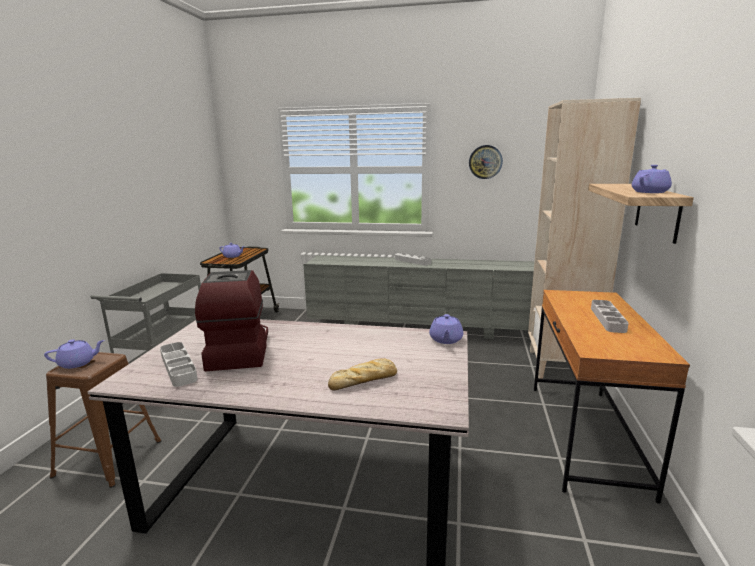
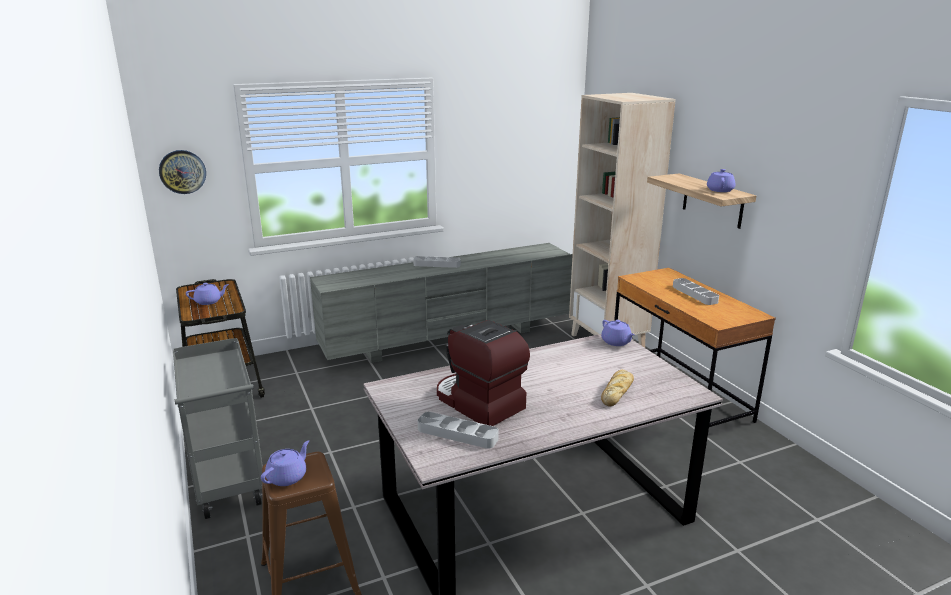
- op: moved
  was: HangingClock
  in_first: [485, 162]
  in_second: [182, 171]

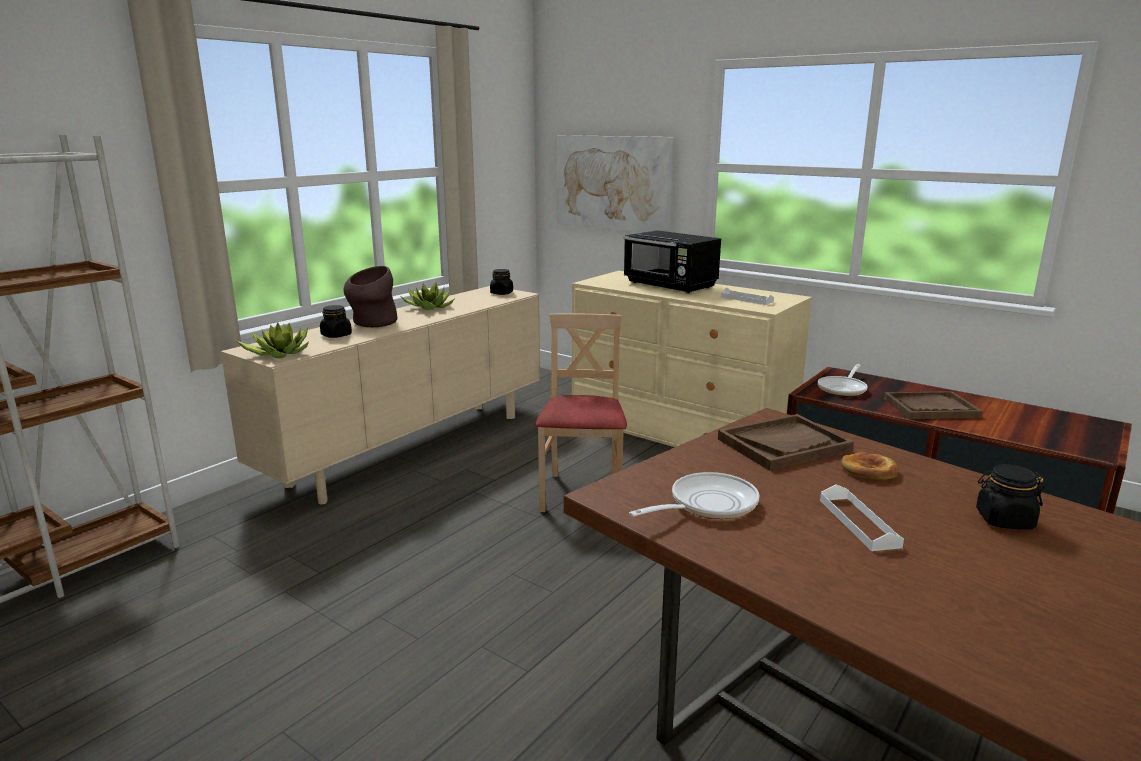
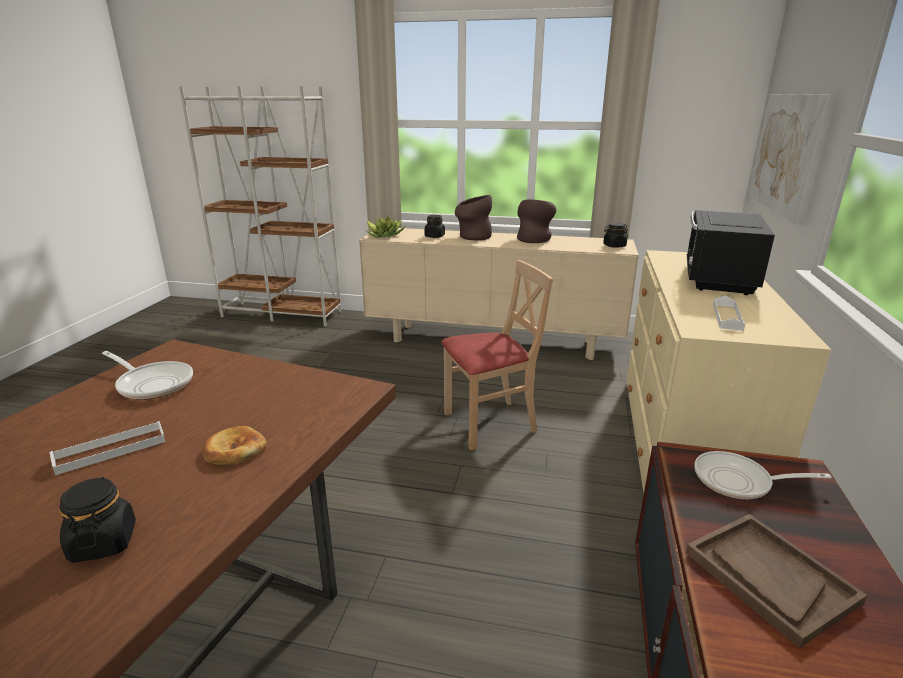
- op: replaced
  was: PottedPlant
  now: BrownishVase
  in_first: [429, 307]
  in_second: [534, 239]
- op: removed
  was: BrownishServingTray
  in_first: [784, 445]

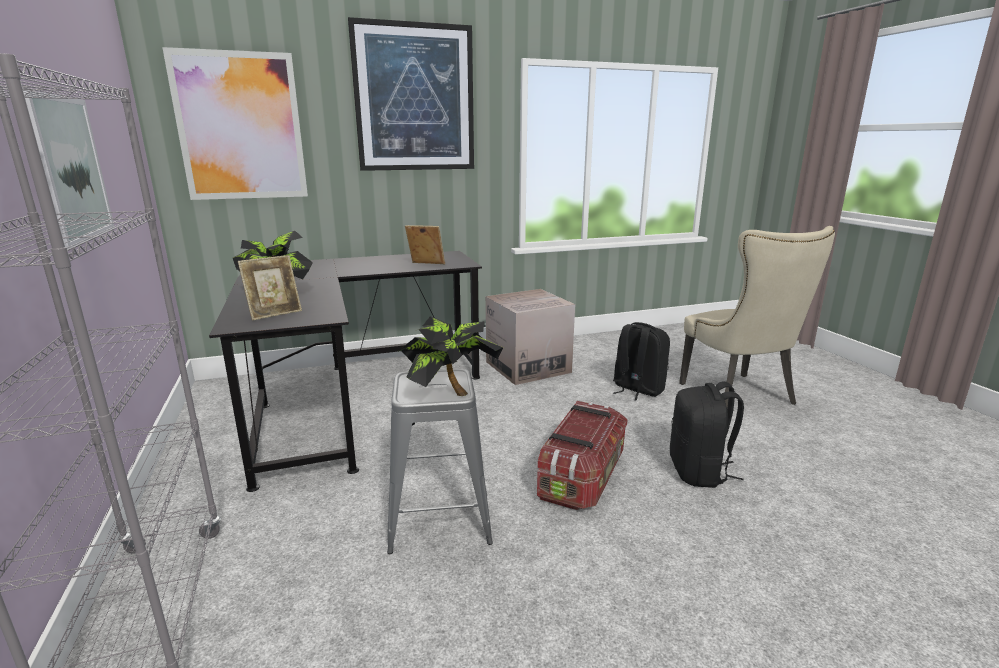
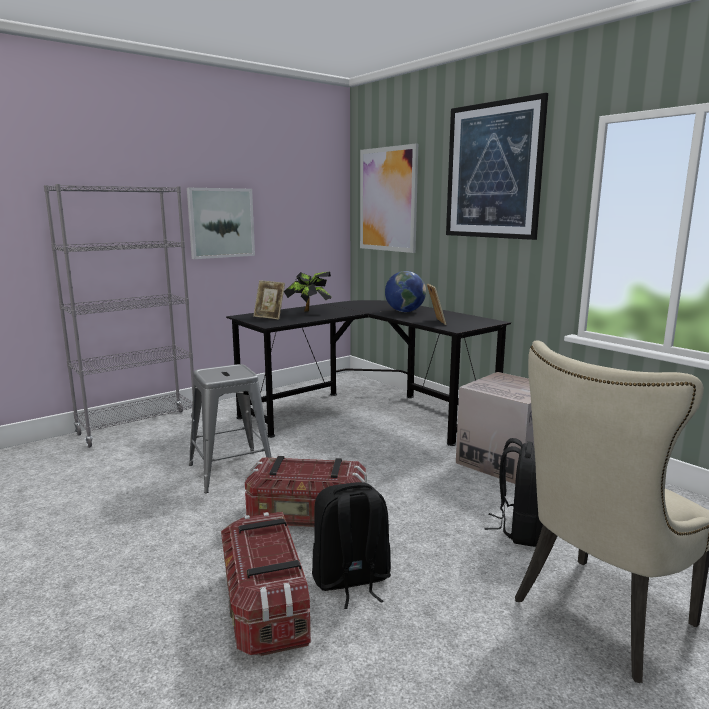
- op: added
  now: StorageContainer
  in_second: [265, 607]
- op: added
  now: Globe
  in_second: [404, 311]
- op: removed
  was: PottedPlant
  in_first: [449, 394]

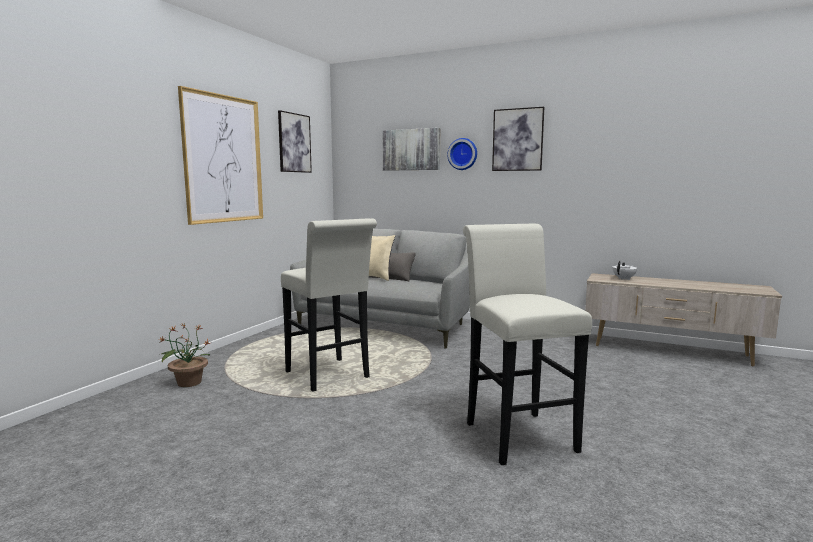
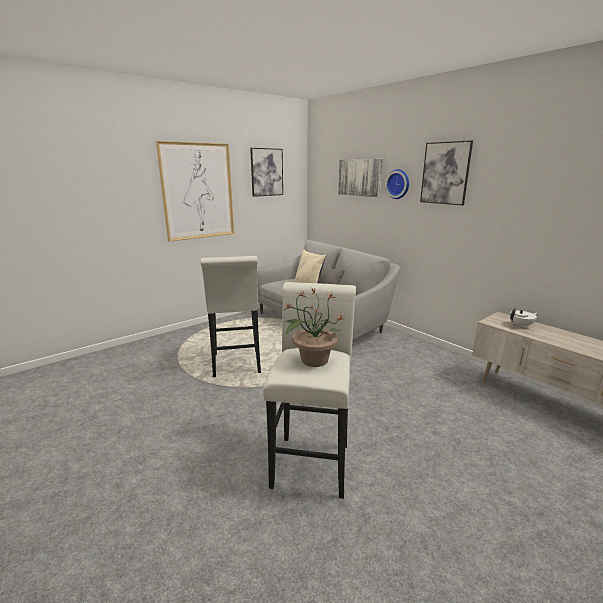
- op: moved
  was: PottedPlant
  in_first: [188, 382]
  in_second: [313, 360]

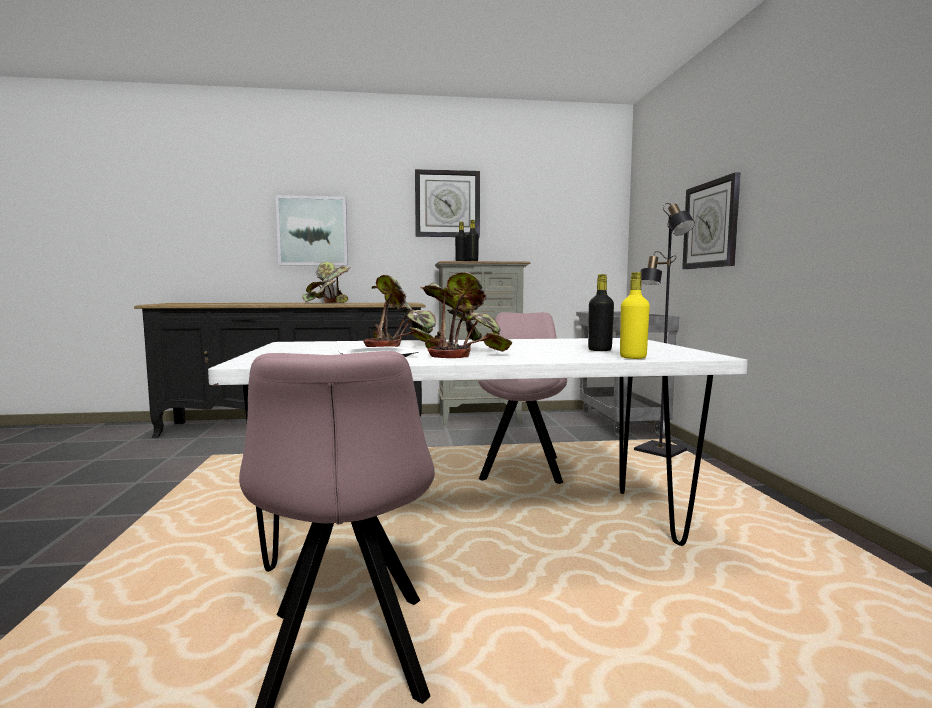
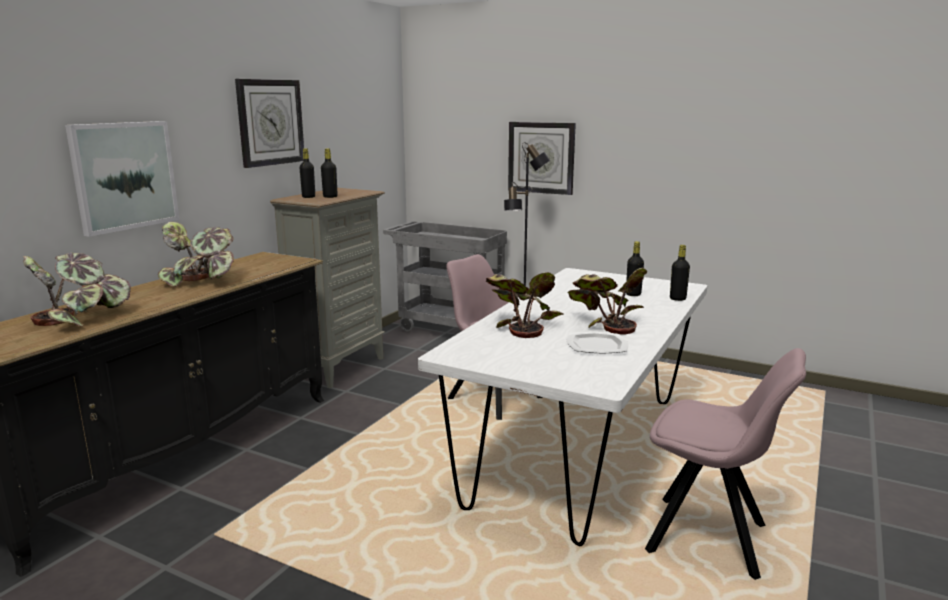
- op: added
  now: PottedPlant
  in_second: [81, 318]
- op: recoloured
  was: YellowBottle
  now: BlackBottle
  in_first: [633, 357]
  in_second: [677, 299]

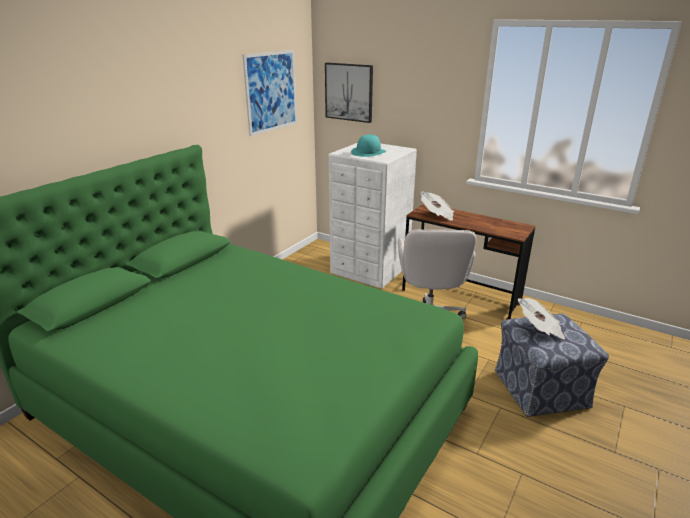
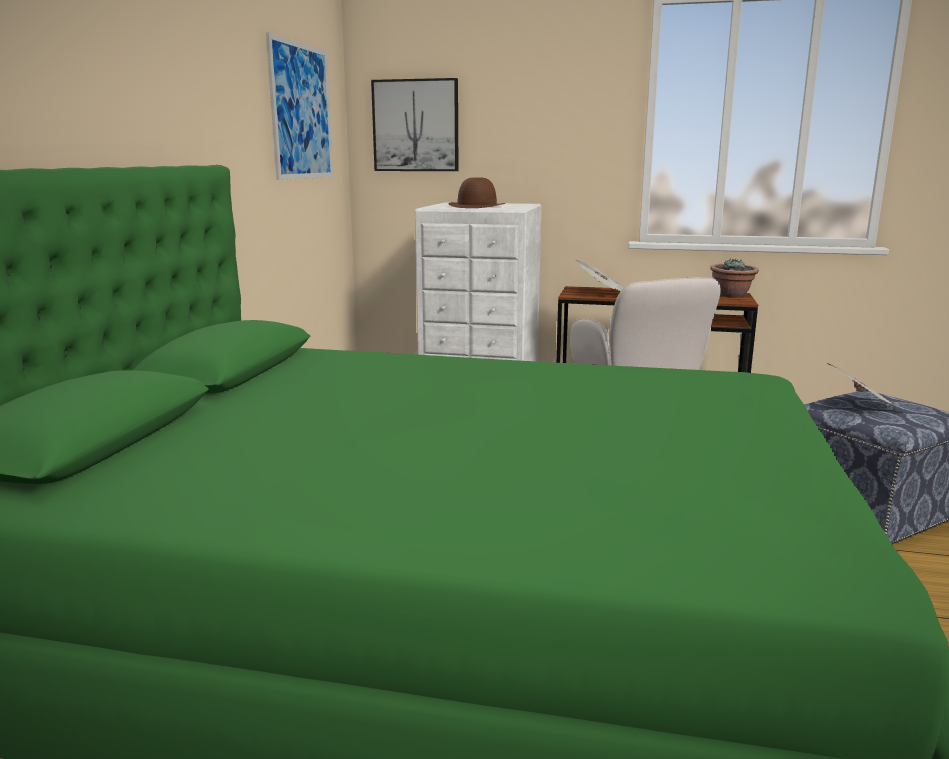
- op: recoloured
  was: BlueGreenClothingHat
  now: BrownishClothingHat
  in_first: [368, 152]
  in_second: [477, 206]
- op: added
  now: PottedPlant
  in_second: [731, 296]

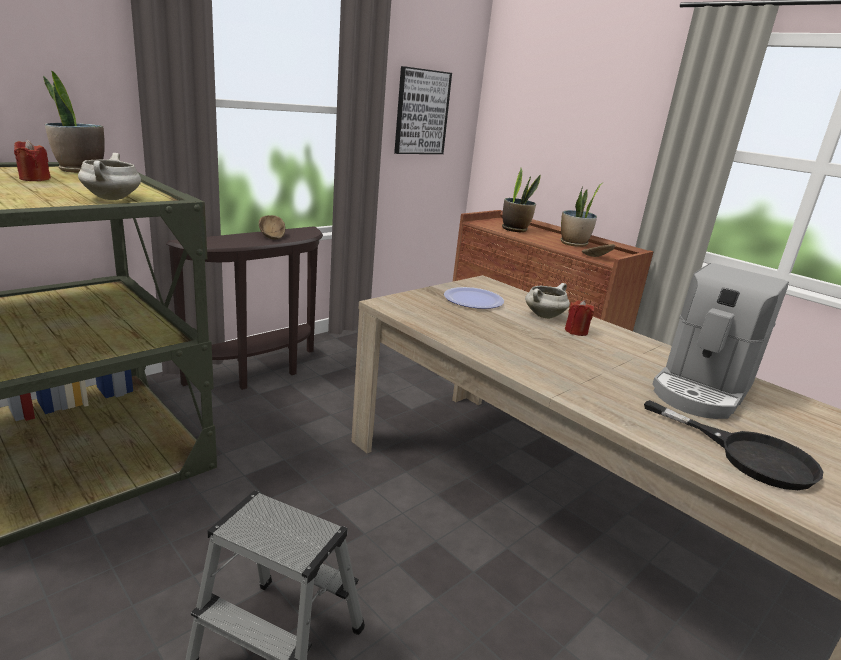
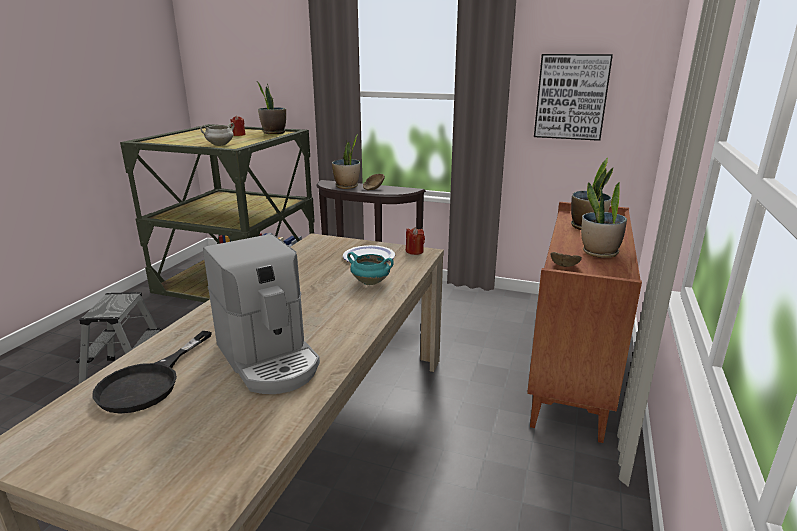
- op: turned
  was: CoffeeBrewer
  in_first: [701, 390]
  in_second: [269, 359]
  clockwise: -135
- op: added
  now: PottedPlant
  in_second: [347, 186]
- op: recoloured
  was: WhiteSaucepot
  now: BlueGreenSaucepot
  in_first: [544, 315]
  in_second: [371, 282]
- op: moved
  was: RedWaxCandle
  in_first: [576, 331]
  in_second: [414, 251]

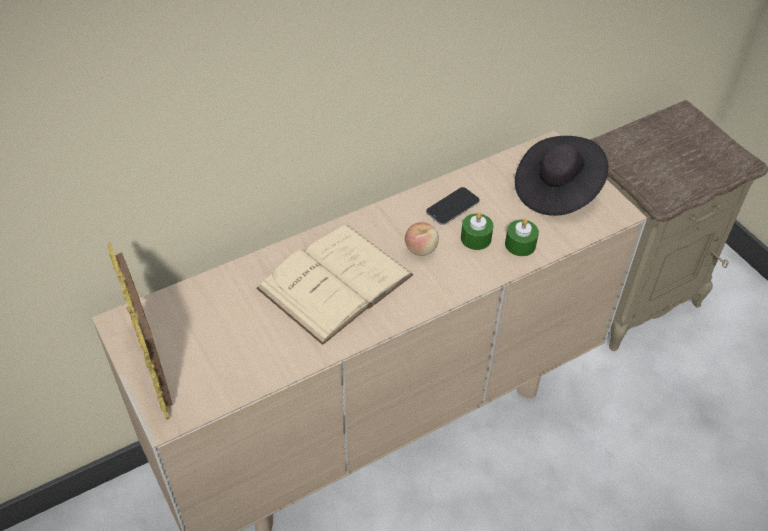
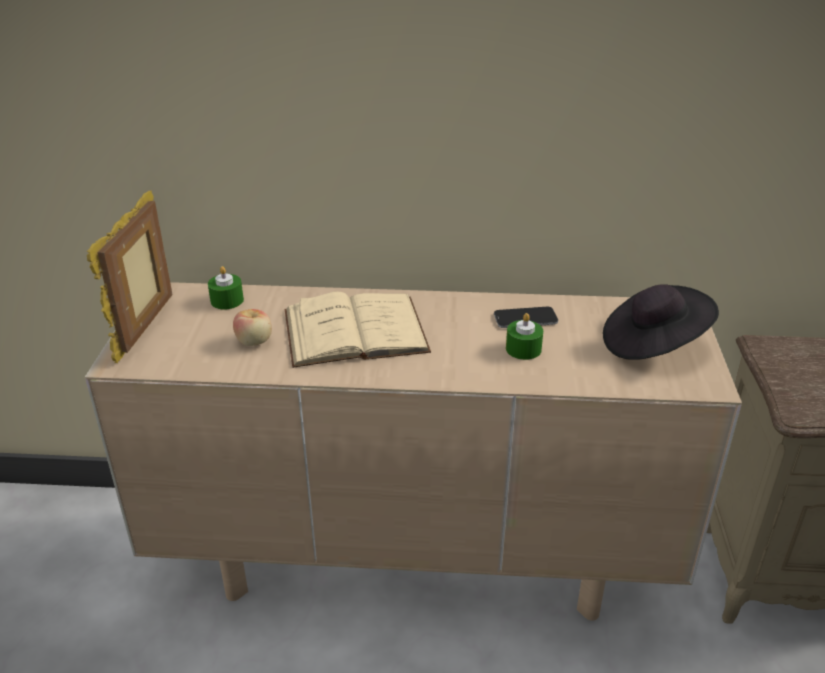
- op: moved
  was: GreenColouredWaxCandle
  in_first: [520, 244]
  in_second: [227, 300]
- op: moved
  was: WholeApple
  in_first: [421, 249]
  in_second: [254, 341]

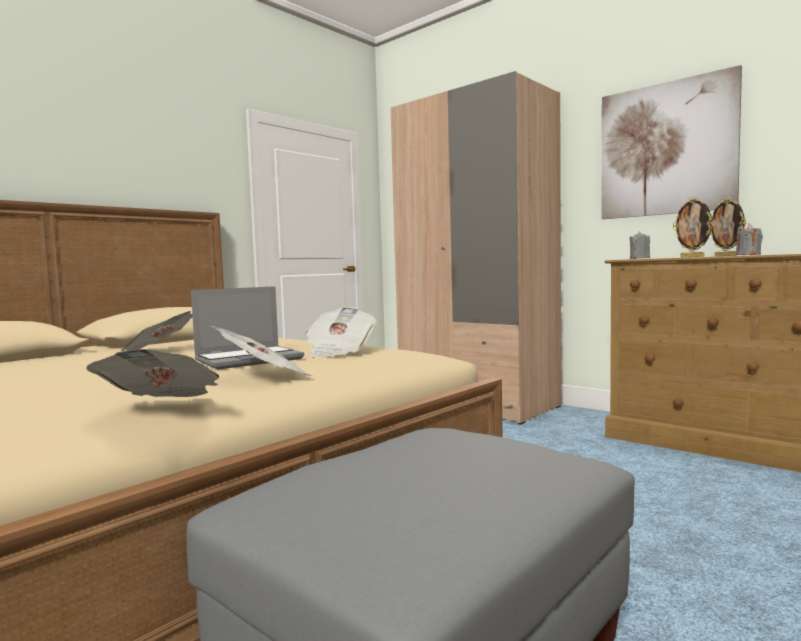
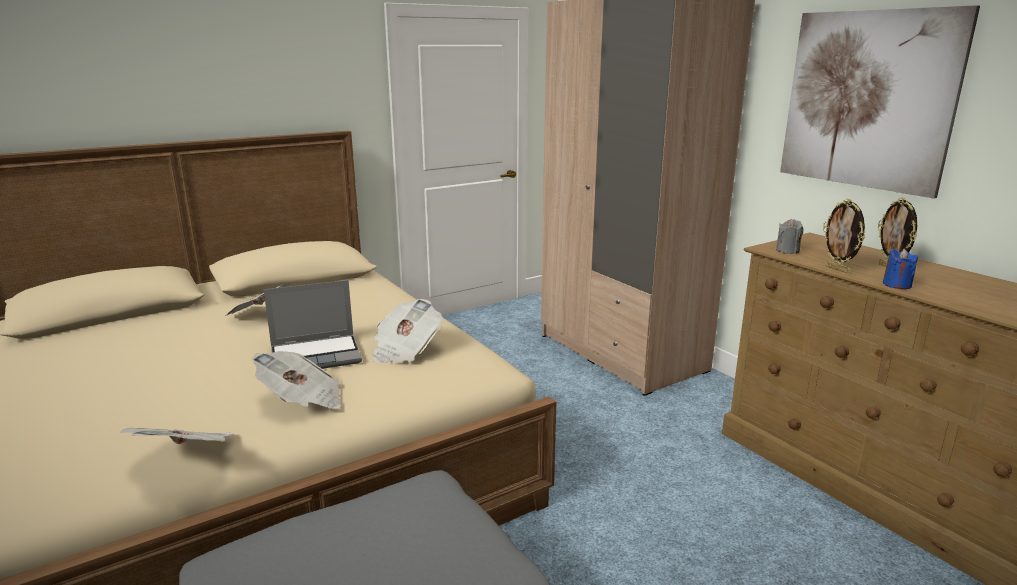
- op: recoloured
  was: GreyishWaxCandle
  now: BluishWaxCandle
  in_first: [748, 255]
  in_second: [896, 285]

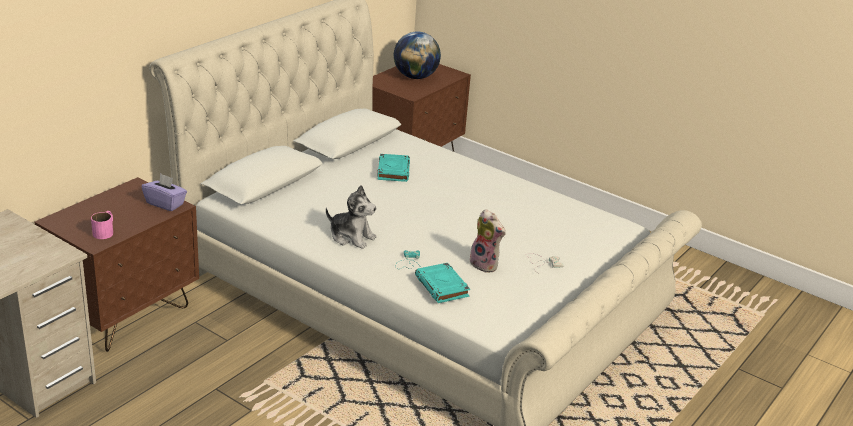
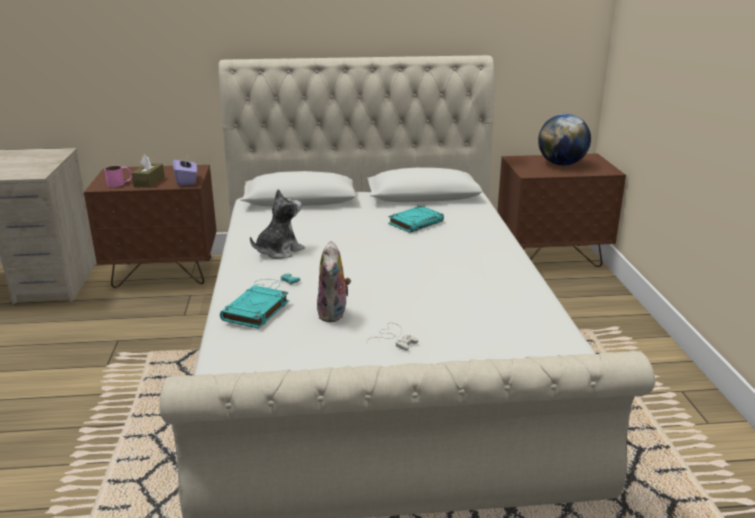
- op: added
  now: BrownishTissueHolder
  in_second: [149, 182]
- op: turned
  was: PlushToy
  in_first: [351, 237]
  in_second: [278, 251]
  clockwise: -120

